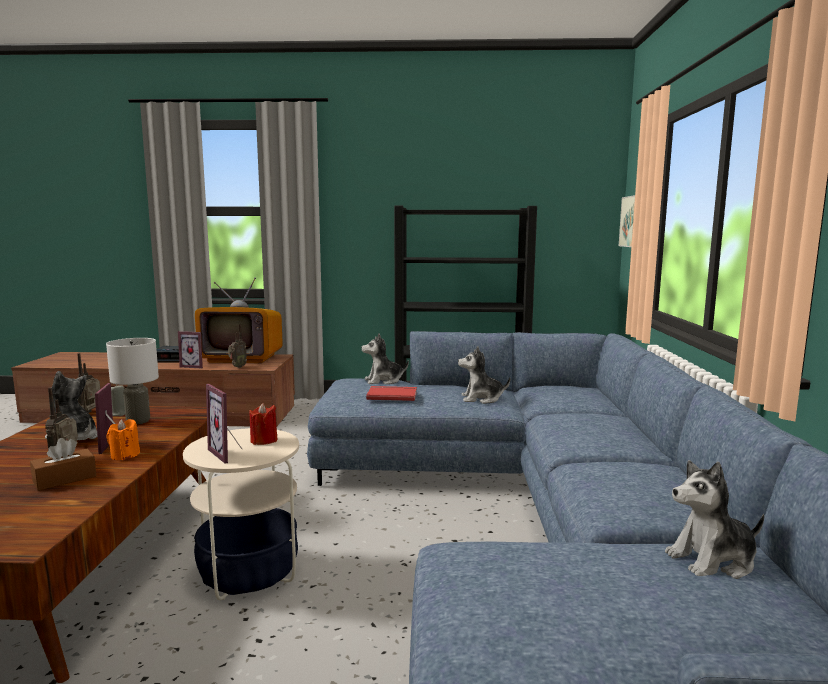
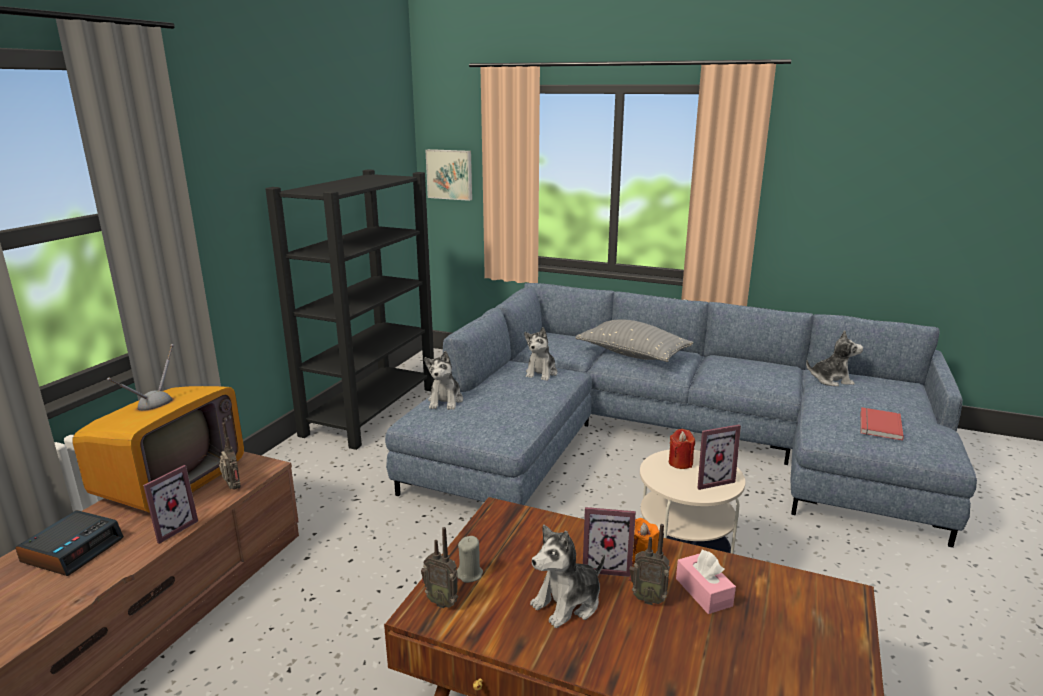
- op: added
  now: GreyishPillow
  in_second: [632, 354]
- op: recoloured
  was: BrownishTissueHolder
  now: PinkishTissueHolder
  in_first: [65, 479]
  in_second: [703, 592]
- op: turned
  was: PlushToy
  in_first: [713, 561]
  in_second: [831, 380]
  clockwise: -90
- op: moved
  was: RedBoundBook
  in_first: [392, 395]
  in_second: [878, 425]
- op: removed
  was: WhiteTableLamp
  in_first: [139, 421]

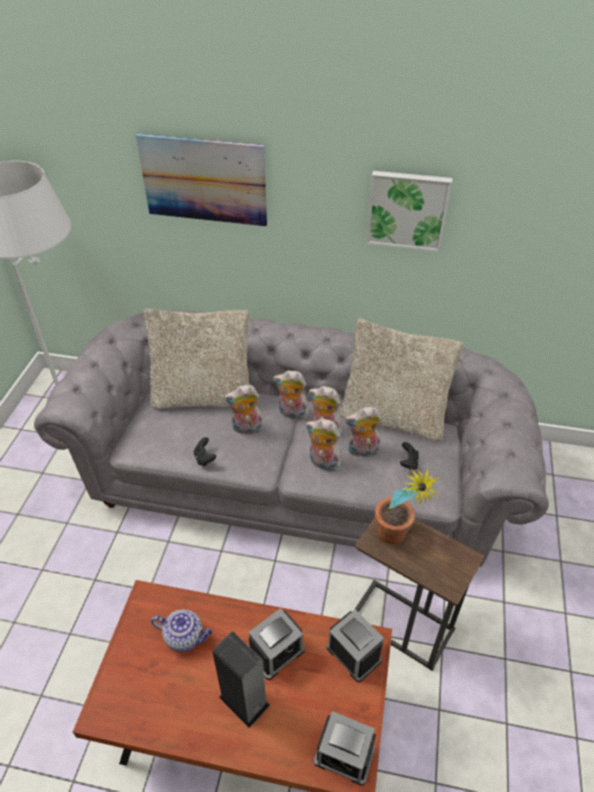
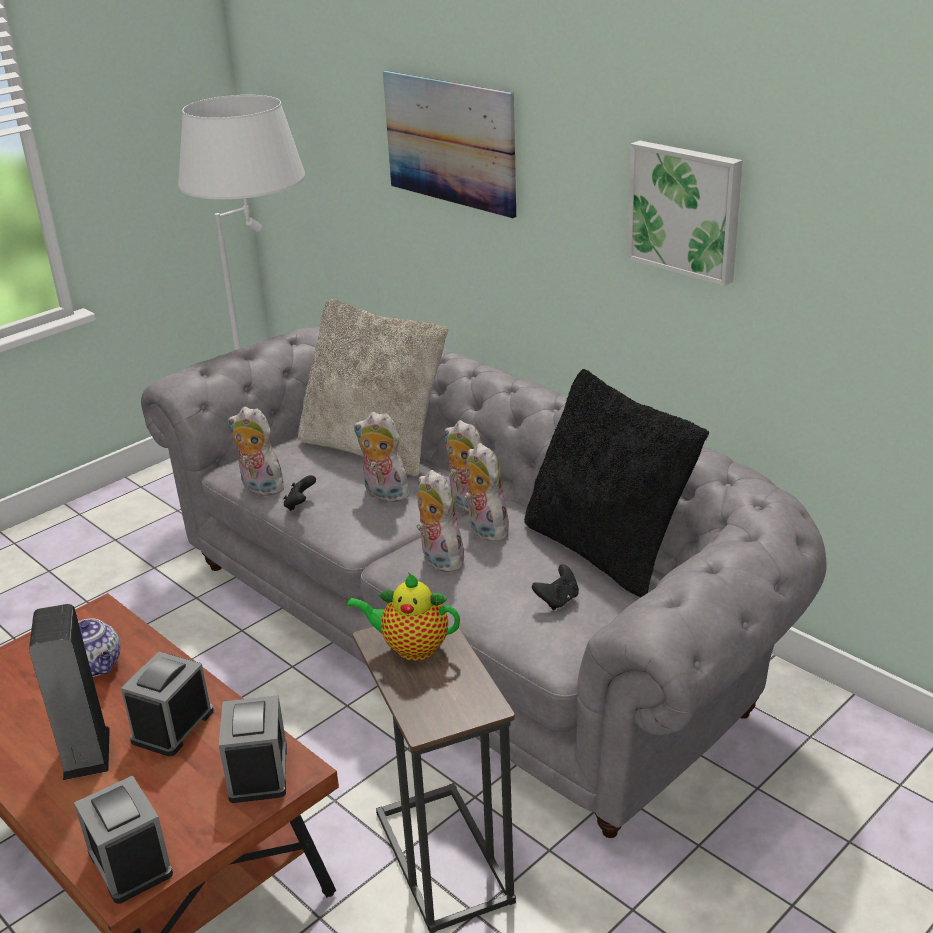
- op: turned
  was: BedsideClock
  in_first: [276, 652]
  in_second: [173, 726]
  clockwise: 120
- op: moved
  was: PlushToy
  in_first: [362, 451]
  in_second: [259, 488]
- op: replaced
  was: PottedPlant
  now: Teapot
  in_first: [395, 540]
  in_second: [411, 648]
- op: recoloured
  was: BeigePillow
  now: BlackPillow
  in_first: [394, 414]
  in_second: [607, 546]

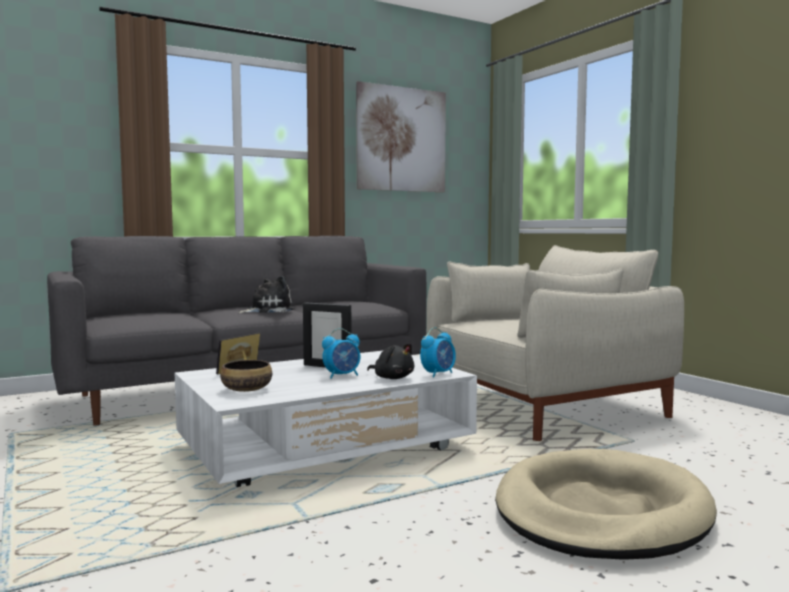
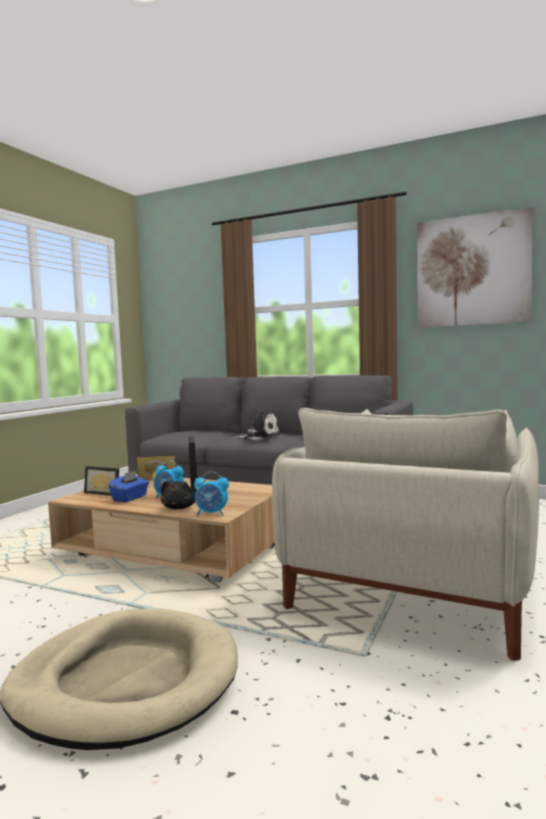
- op: recoloured
  was: WhiteLoungeTable
  now: BrownishLoungeTable
  in_first: [325, 448]
  in_second: [174, 551]
- op: replaced
  was: ServingBowl
  now: StandingFrame
  in_first: [247, 389]
  in_second: [105, 493]
- op: added
  now: BluishTissueHolder
  in_second: [130, 498]
- op: turned
  was: BeigeEasyChair
  in_first: [546, 406]
  in_second: [414, 586]
  clockwise: 90

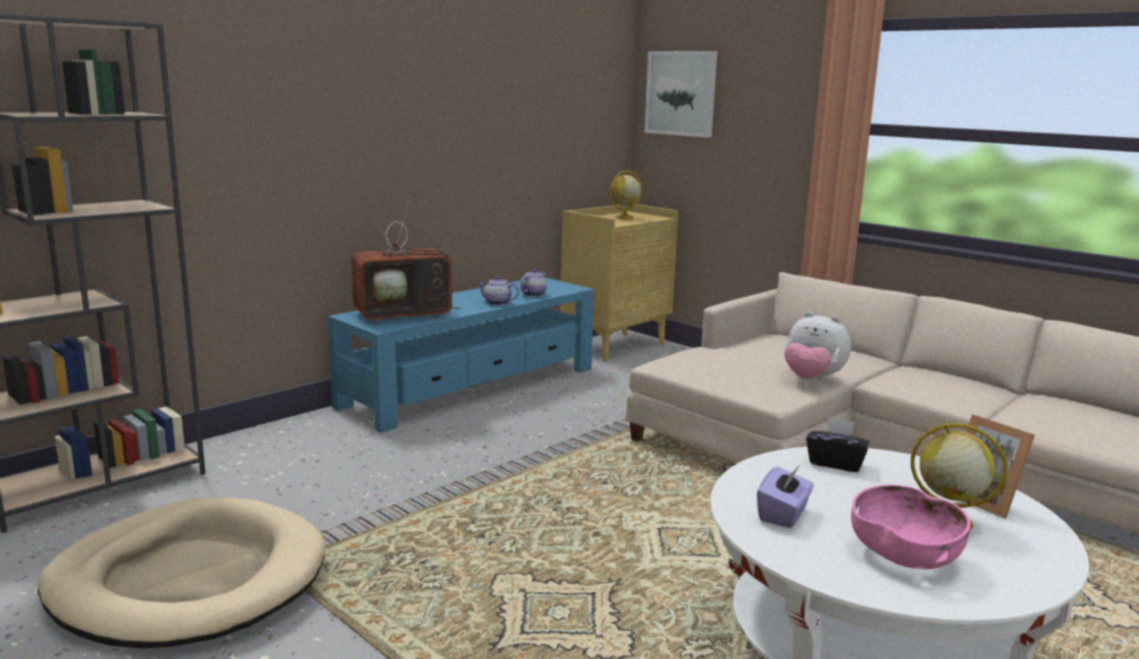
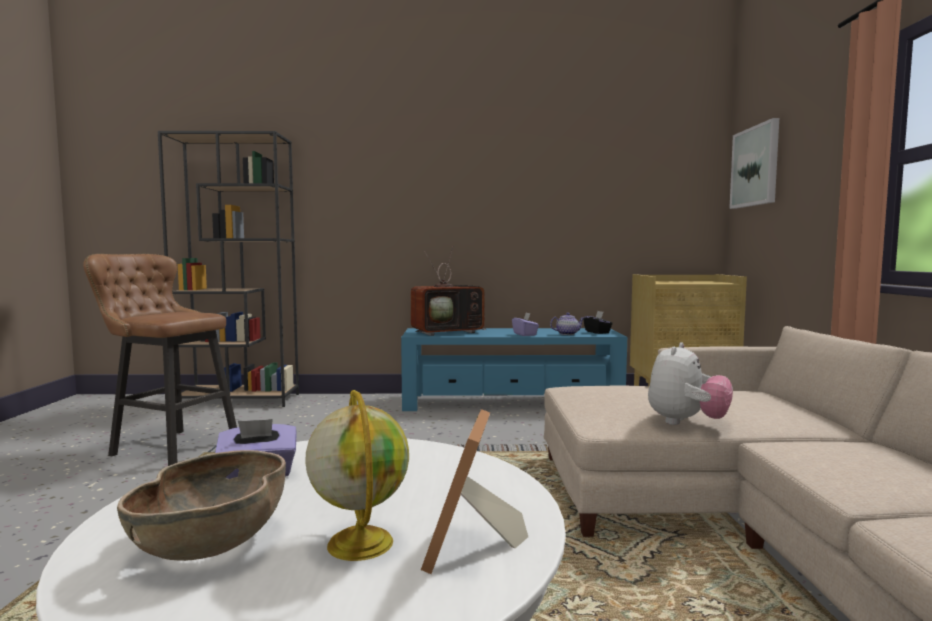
- op: replaced
  was: BeigePetBed
  now: BrownishStoolSeat
  in_first: [189, 581]
  in_second: [166, 446]
- op: recoloured
  was: PinkishServingBowl
  now: BrownishServingBowl
  in_first: [904, 556]
  in_second: [212, 544]
- op: turned
  was: TvSet
  in_first: [405, 314]
  in_second: [448, 332]
  clockwise: -45
- op: replaced
  was: Teapot
  now: PurplishTissueHolder
  in_first: [497, 303]
  in_second: [525, 334]
- op: moved
  was: BlackTissueHolder
  in_first: [835, 463]
  in_second: [597, 332]
- op: turned
  was: PlushToy
  in_first: [812, 379]
  in_second: [686, 423]
  clockwise: -135
- op: removed
  was: Globe
  in_first: [624, 218]

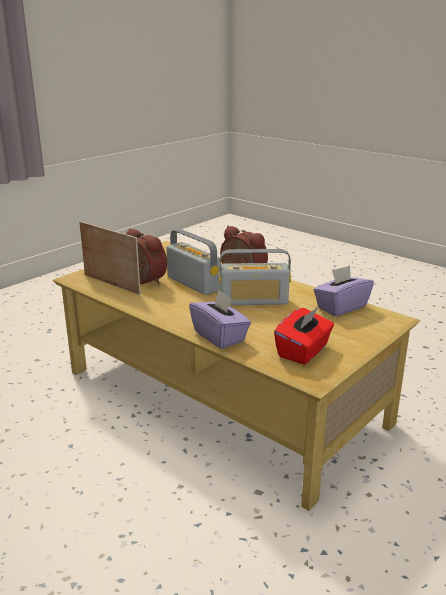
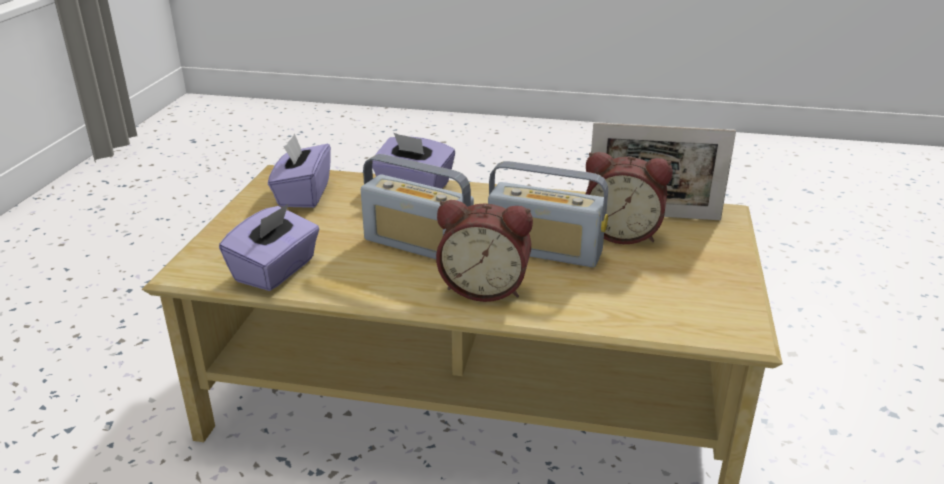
- op: recoloured
  was: RedTissueHolder
  now: PurplishTissueHolder
  in_first: [303, 351]
  in_second: [303, 194]
- op: turned
  was: RadioSet
  in_first: [254, 301]
  in_second: [418, 245]
  clockwise: -120

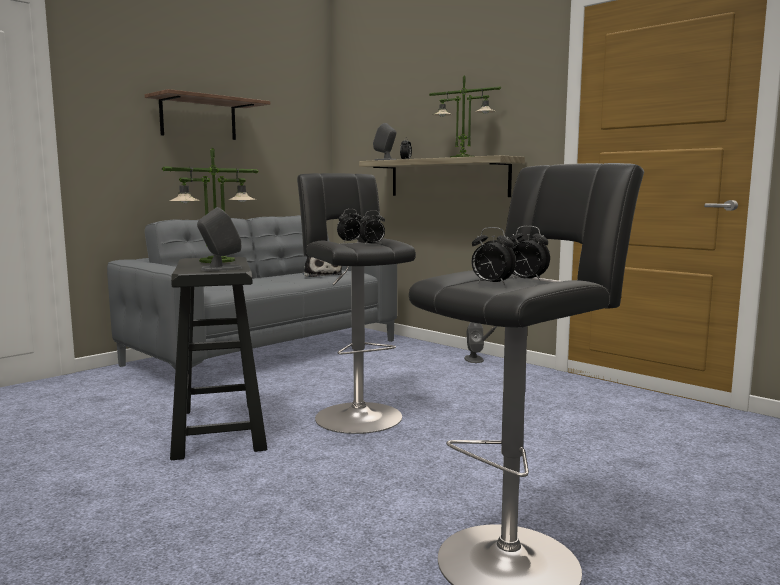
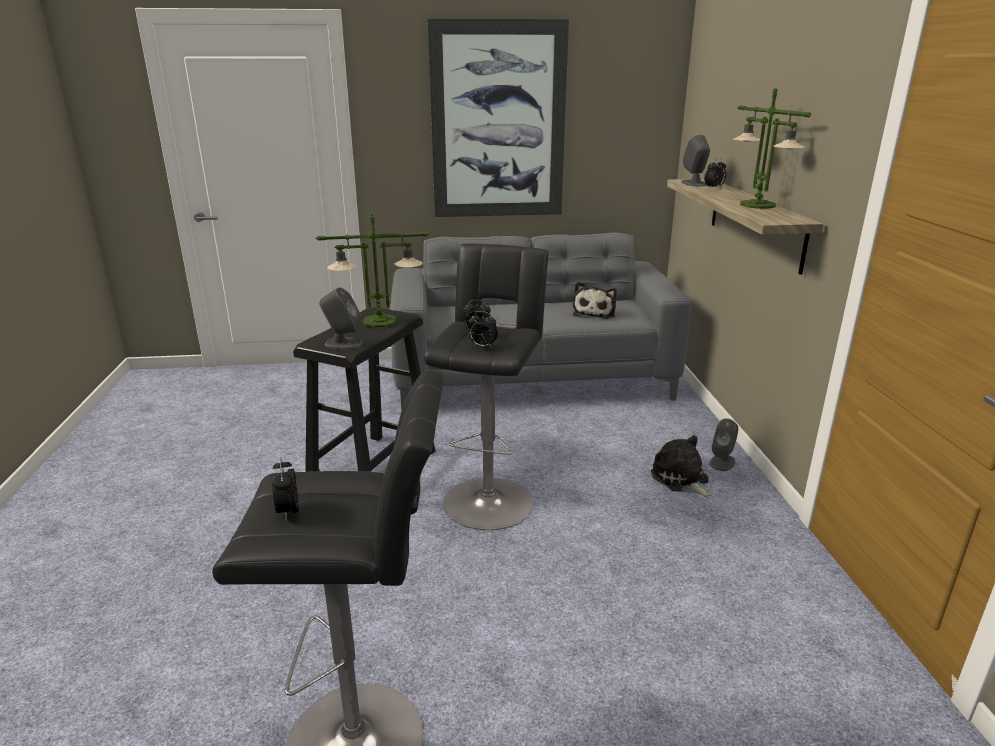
- op: replaced
  was: WallShelf
  now: WallPicture
  in_first: [198, 118]
  in_second: [498, 122]
- op: added
  now: PlushToy
  in_second: [681, 479]
- op: removed
  was: BedsideClock
  in_first: [526, 280]

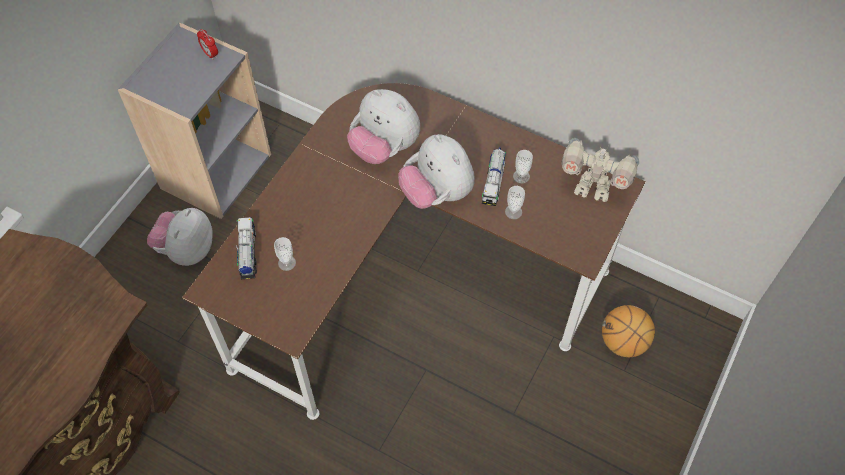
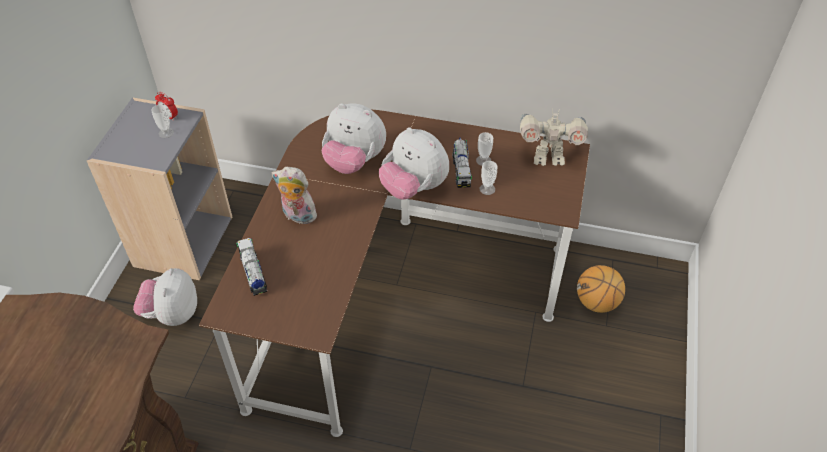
- op: moved
  was: Cup
  in_first: [287, 263]
  in_second: [166, 133]
- op: added
  now: PlushToy
  in_second: [297, 216]

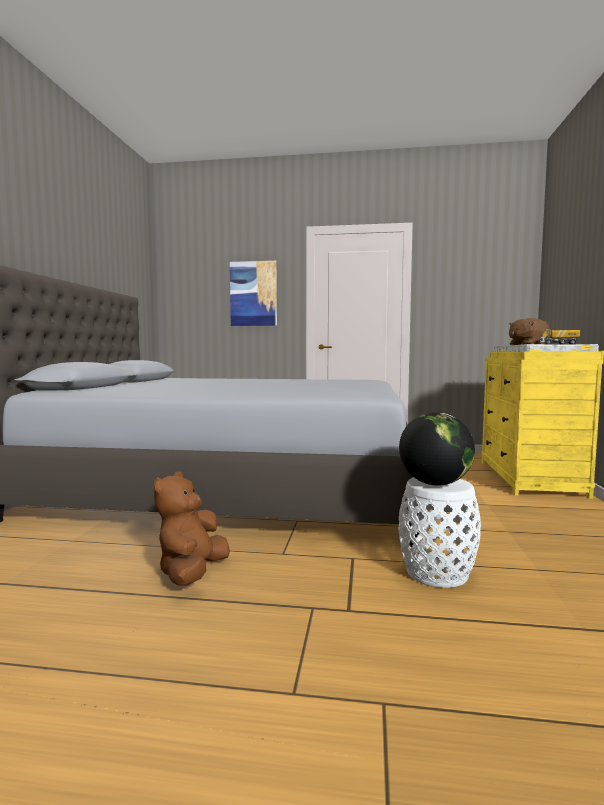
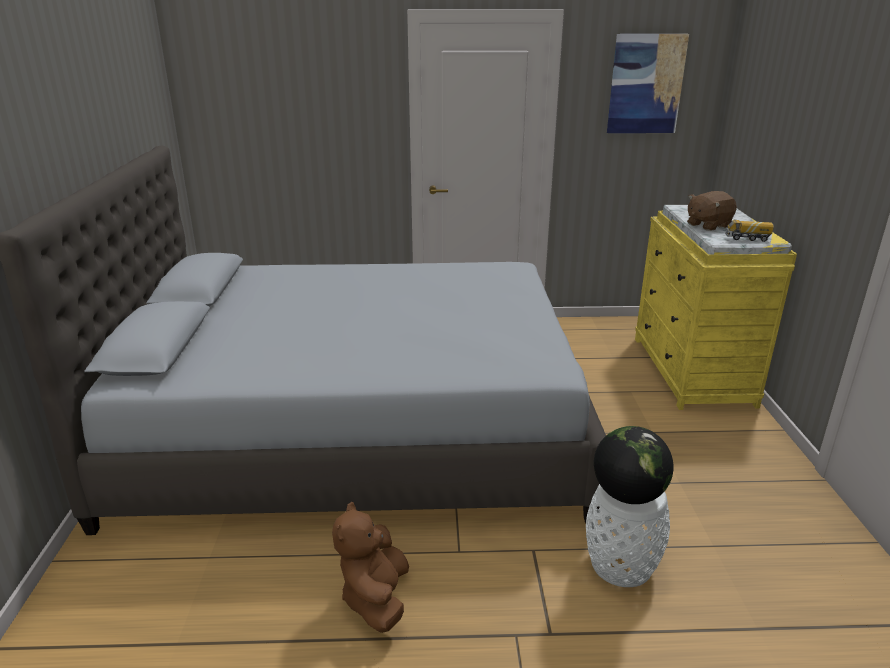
- op: moved
  was: WallPicture
  in_first: [253, 294]
  in_second: [646, 84]

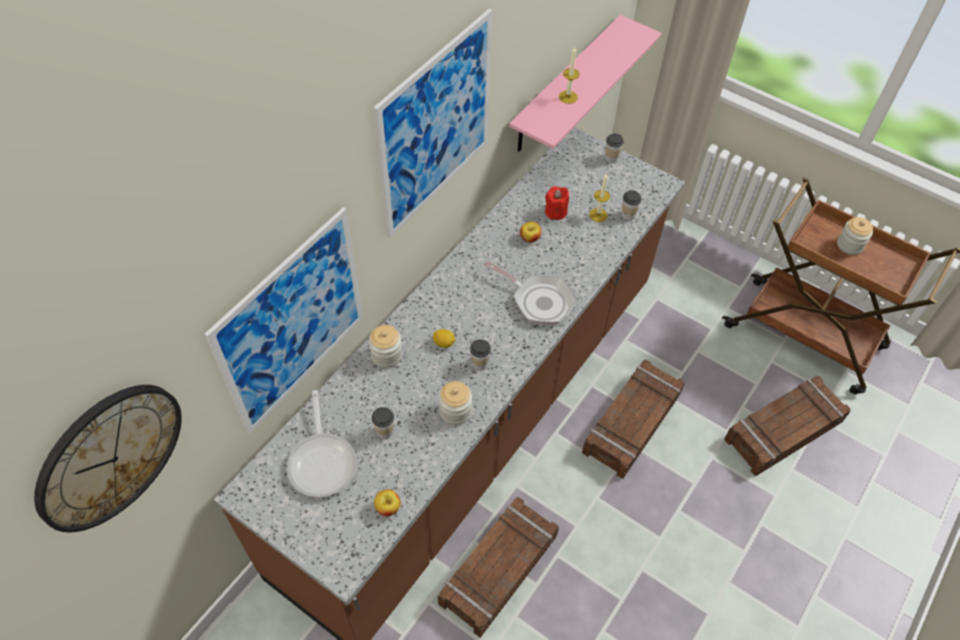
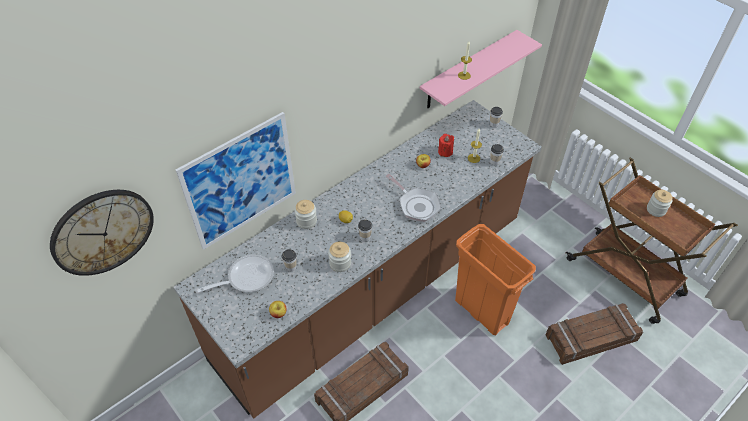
- op: turned
  was: Skillet
  in_first: [323, 461]
  in_second: [246, 277]
  clockwise: -120
- op: replaced
  was: PackingCrate
  now: OrangeTrashCan
  in_first: [632, 424]
  in_second: [481, 312]
- op: removed
  was: WallPicture
  in_first: [436, 126]

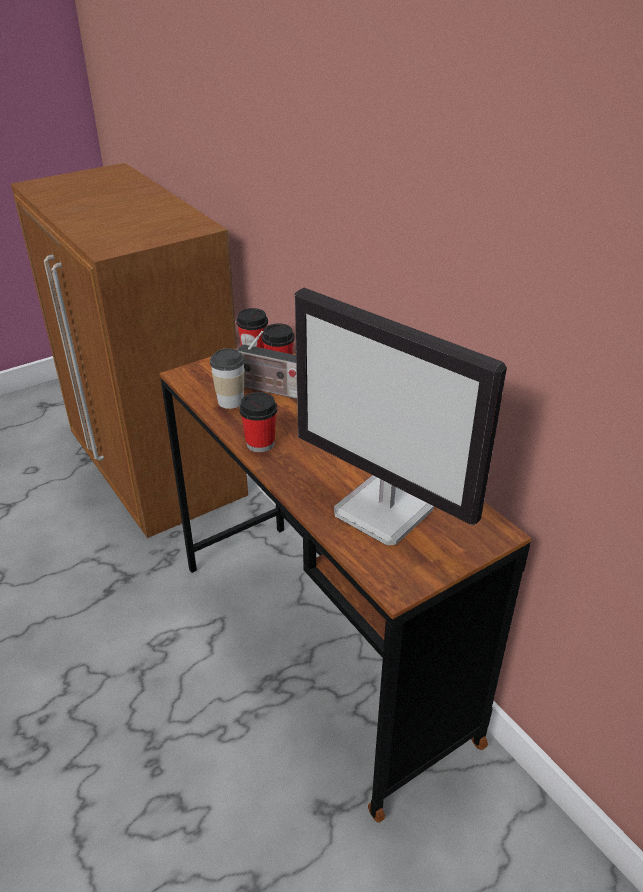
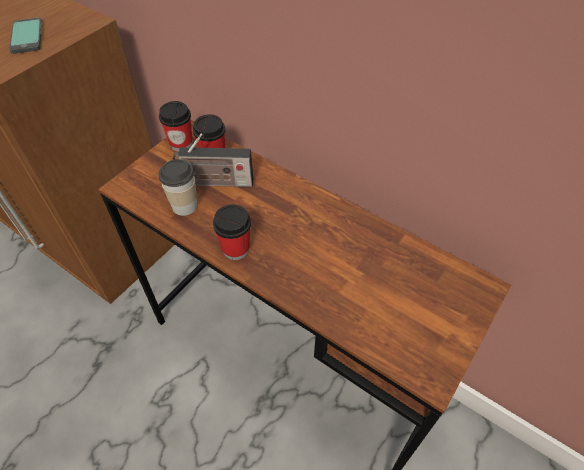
- op: added
  now: Phone
  in_second: [27, 36]
- op: removed
  was: ComputerDisplay
  in_first: [385, 511]

